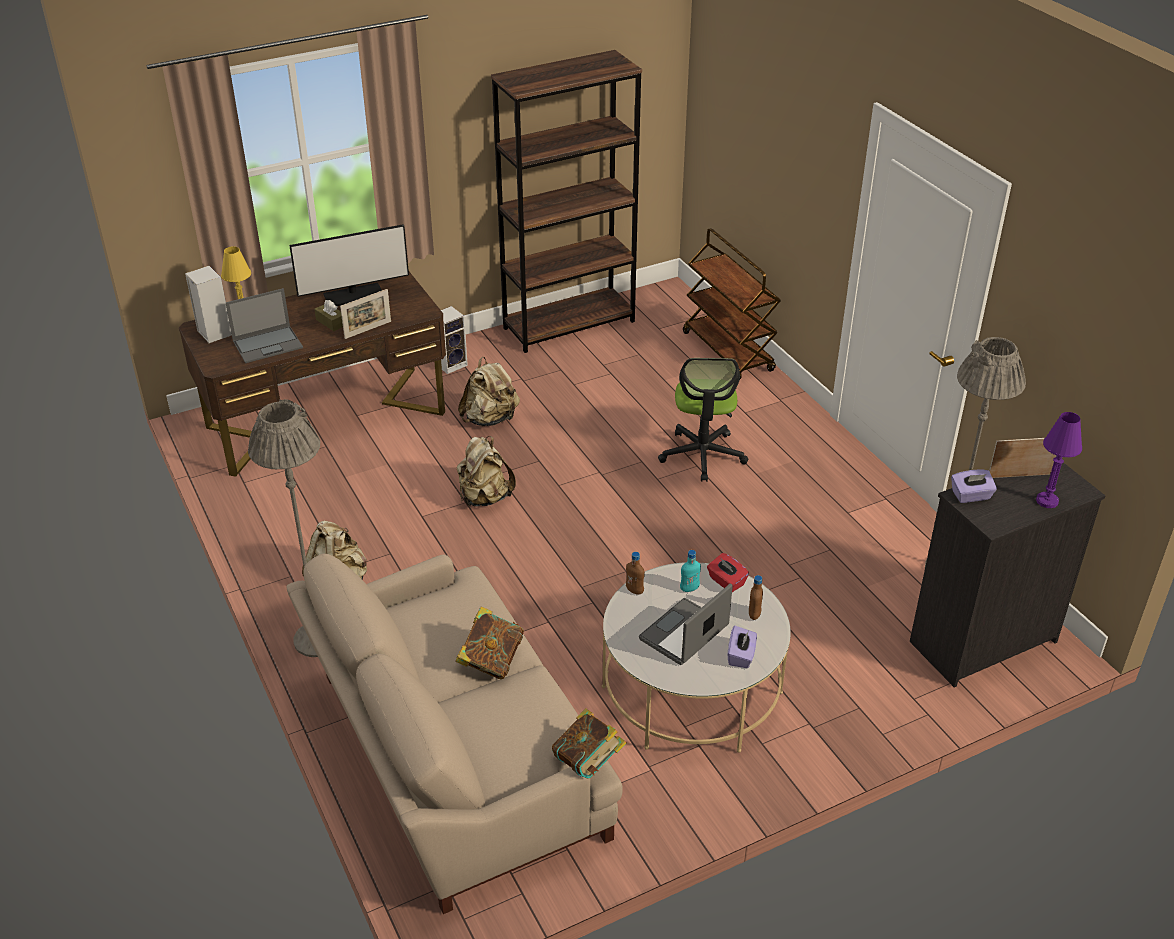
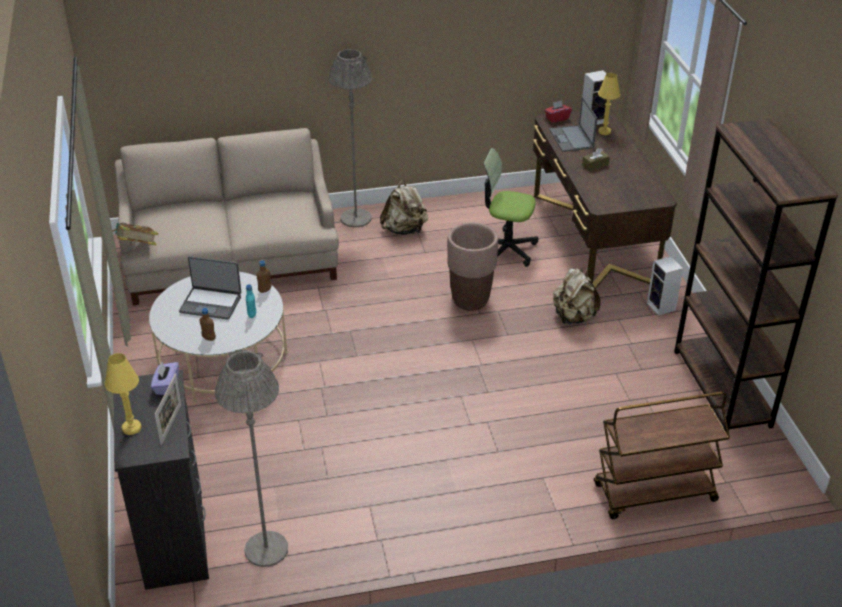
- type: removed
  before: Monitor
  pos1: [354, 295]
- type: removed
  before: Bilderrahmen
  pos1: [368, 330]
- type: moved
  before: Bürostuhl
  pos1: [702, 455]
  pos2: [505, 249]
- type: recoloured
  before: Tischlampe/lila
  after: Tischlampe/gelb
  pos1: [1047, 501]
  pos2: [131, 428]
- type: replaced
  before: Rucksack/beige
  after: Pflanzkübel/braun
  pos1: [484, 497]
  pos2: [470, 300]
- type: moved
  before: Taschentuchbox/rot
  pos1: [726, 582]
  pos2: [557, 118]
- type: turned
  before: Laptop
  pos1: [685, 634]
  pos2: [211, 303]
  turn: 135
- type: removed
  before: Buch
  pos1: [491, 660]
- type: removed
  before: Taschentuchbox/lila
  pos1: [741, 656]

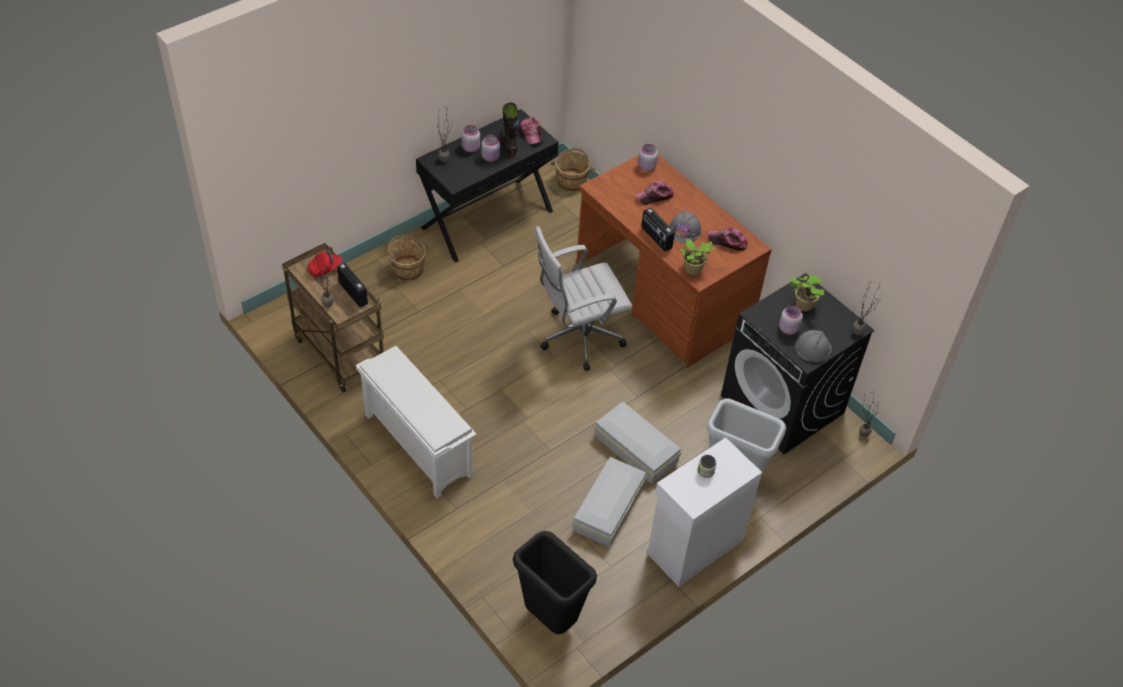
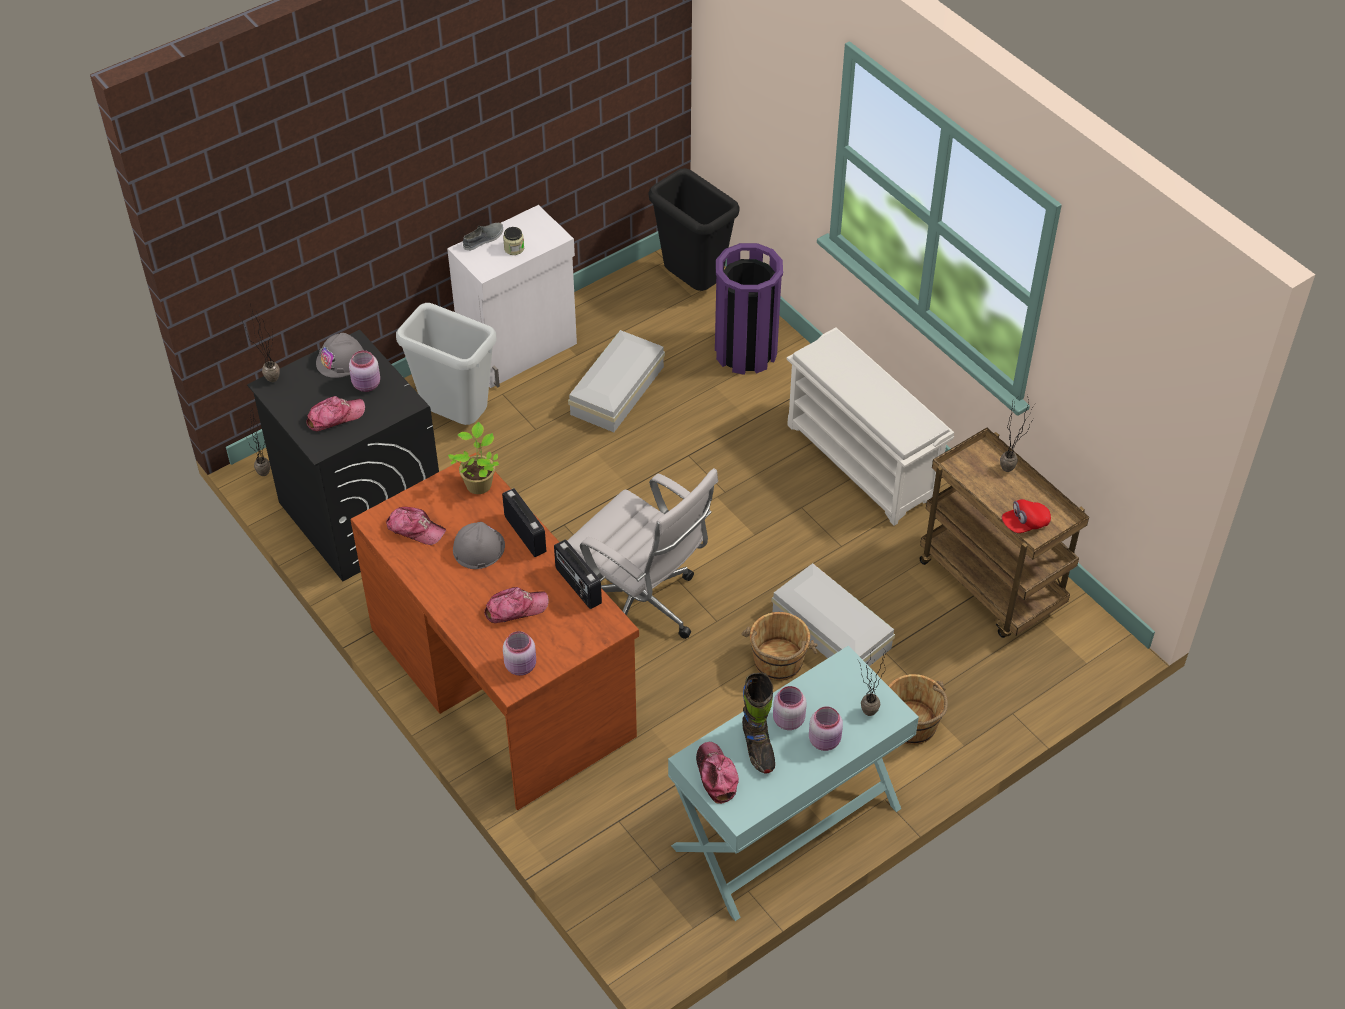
- type: recoloured
  before: Konsolentisch/schwarz
  after: Konsolentisch/türkis
  pos1: [487, 219]
  pos2: [787, 828]
- type: moved
  before: Eimer/braun
  pos1: [571, 181]
  pos2: [777, 662]
- type: turned
  before: Bürostuhl/weiß
  pos1: [577, 338]
  pos2: [642, 609]
  turn: 60
- type: moved
  before: Radio
  pos1: [353, 293]
  pos2: [577, 586]
- type: replaced
  before: Topfpflanze
  after: Kappe
  pos1: [802, 305]
  pos2: [335, 417]
- type: moved
  before: Aufbewahrungsbox/weiß
  pos1: [635, 447]
  pos2: [831, 632]
- type: added
  after: Schuh/grau
  pos2: [484, 239]
- type: added
  after: Mülleimer/lila
  pos2: [746, 352]

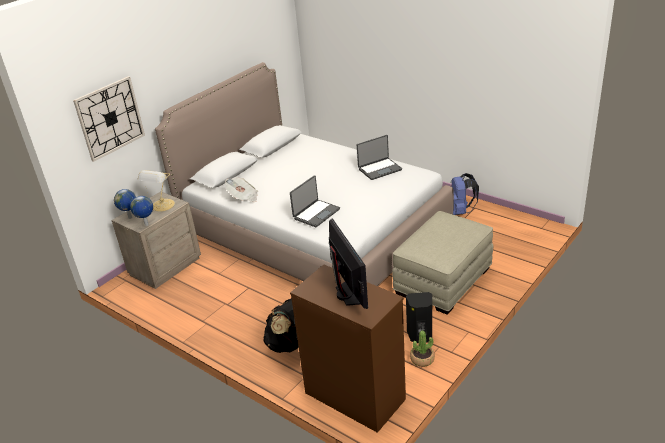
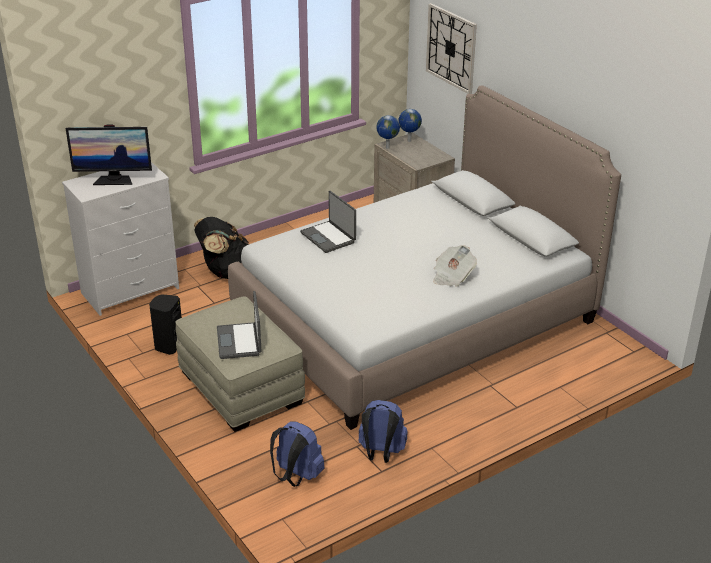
- type: moved
  before: Laptop
  pos1: [379, 169]
  pos2: [240, 341]
- type: removed
  before: Tischlampe
  pos1: [162, 206]
- type: moved
  before: Zeitung
  pos1: [243, 197]
  pos2: [452, 276]
- type: recoloured
  before: Kommode/braun
  after: Kommode/weiß
  pos1: [354, 395]
  pos2: [131, 290]
- type: removed
  before: Topfpflanze
  pos1: [422, 359]
- type: added
  after: Rucksack/blau
  pos2: [296, 476]

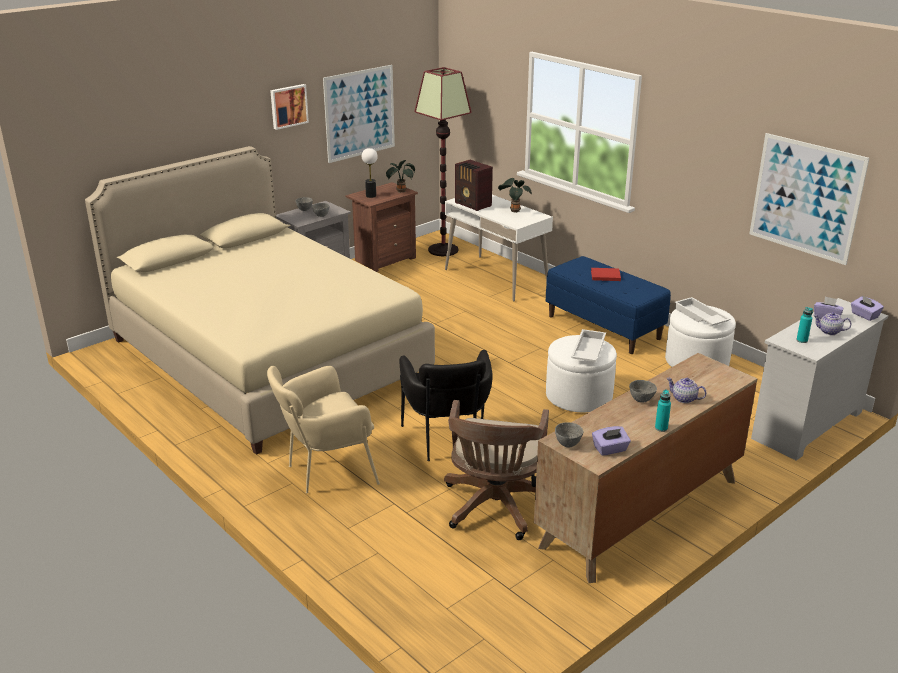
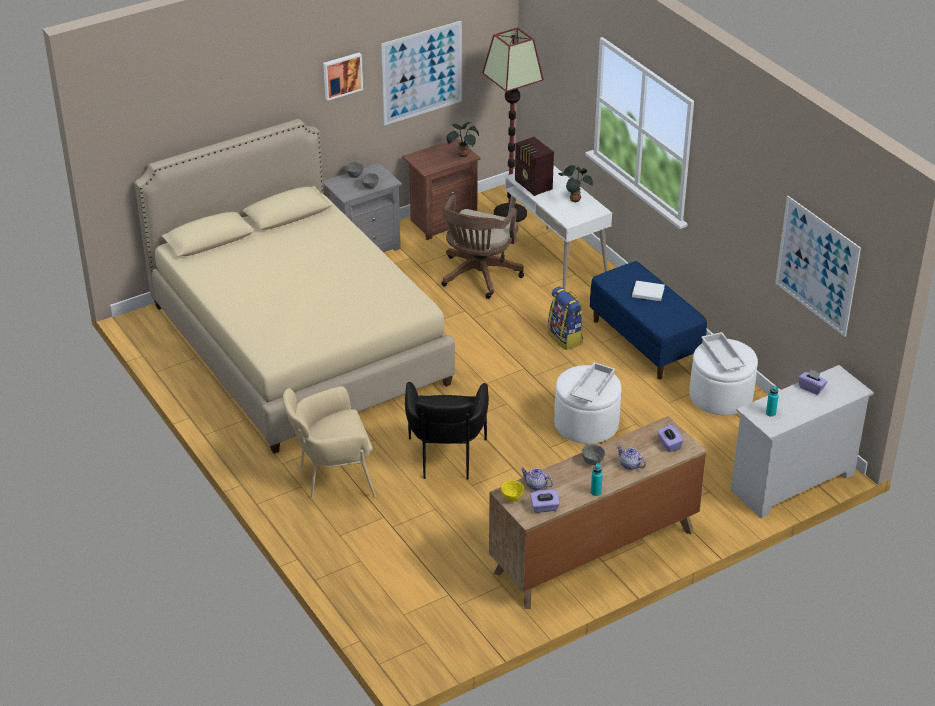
- type: removed
  before: Tischlampe
  pos1: [371, 196]
- type: recoloured
  before: Buch/rot
  after: Buch/weiß
  pos1: [604, 275]
  pos2: [647, 292]
- type: moved
  before: Taschentuchbox/lila
  pos1: [864, 315]
  pos2: [669, 444]
- type: moved
  before: Teekanne
  pos1: [829, 332]
  pos2: [535, 485]
- type: moved
  before: Bürostuhl/braun
  pos1: [495, 509]
  pos2: [478, 277]
- type: recoloured
  before: Schüssel/grau
  after: Schüssel/gelb
  pos1: [567, 444]
  pos2: [511, 498]
- type: added
  after: Rucksack
  pos2: [565, 338]

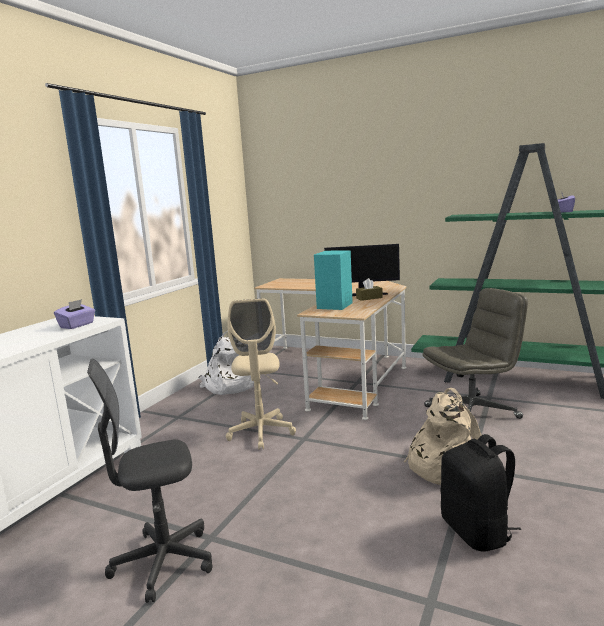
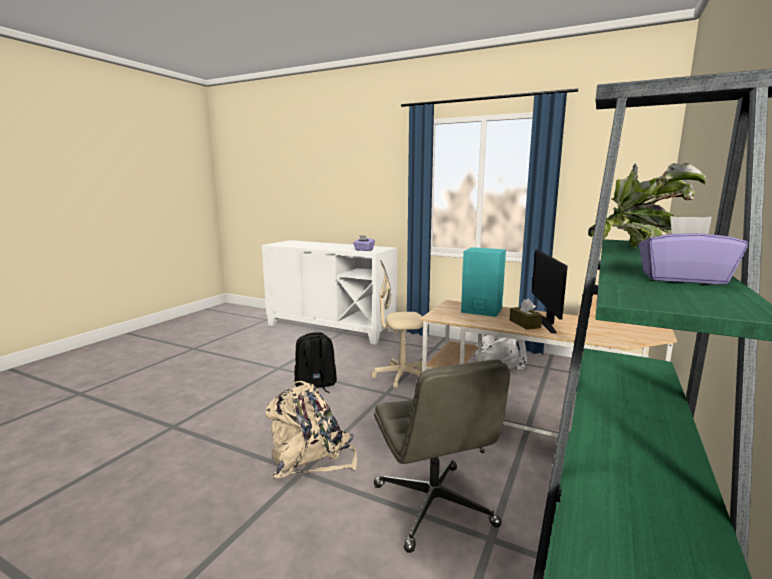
- type: removed
  before: Bürostuhl/grau
  pos1: [163, 562]
- type: moved
  before: Rucksack/schwarz
  pos1: [477, 531]
  pos2: [315, 386]
- type: added
  after: Topfpflanze
  pos2: [637, 249]

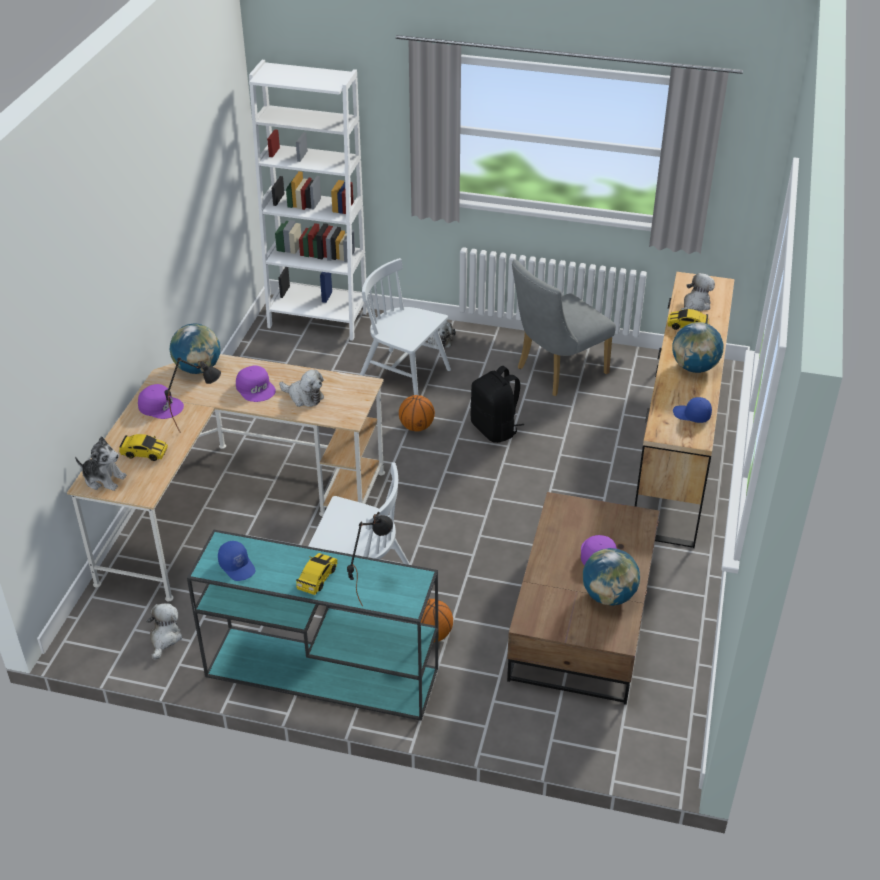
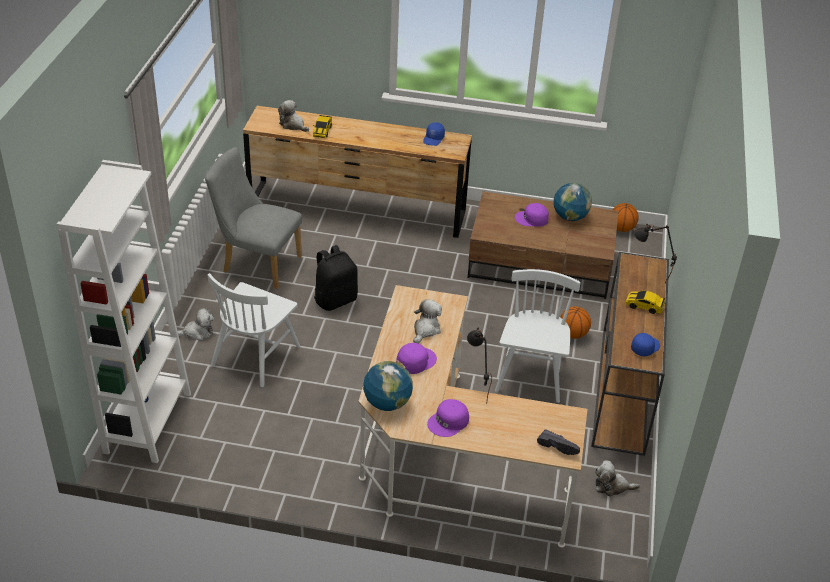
- type: turned
  before: Stuhl/grau
  pos1: [556, 372]
  pos2: [256, 263]
  turn: 150
- type: removed
  before: Globus
  pos1: [694, 367]
- type: turned
  before: Kappe/lila
  pos1: [161, 406]
  pos2: [449, 422]
  turn: -150
- type: moved
  before: Basketball
  pos1: [417, 427]
  pos2: [621, 228]
- type: removed
  before: Spielzeugauto
  pos1: [144, 453]
- type: replaced
  before: Plüschtier
  after: Schuh/schwarz
  pos1: [104, 479]
  pos2: [558, 446]
- type: recoloured
  before: Konsolentisch/türkis
  after: Konsolentisch/braun
  pos1: [319, 672]
  pos2: [623, 391]

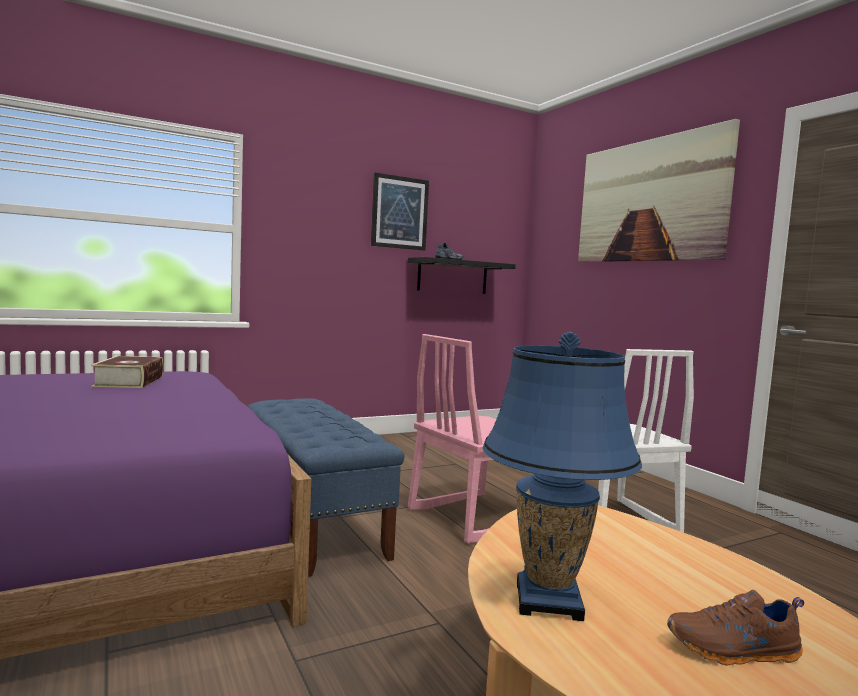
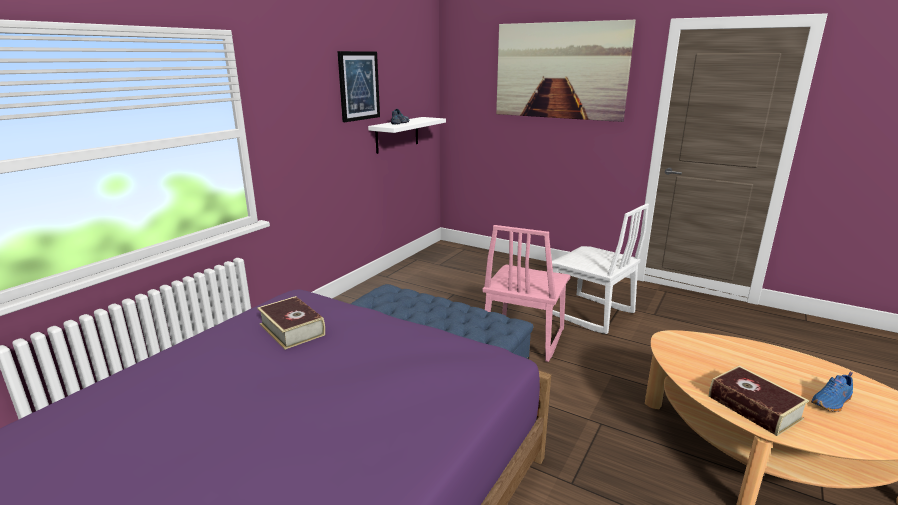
- type: recoloured
  before: Wandregal/schwarz
  after: Wandregal/weiß
  pos1: [452, 276]
  pos2: [397, 134]
- type: replaced
  before: Tischlampe/blau
  after: Buch
  pos1: [549, 601]
  pos2: [754, 407]
- type: recoloured
  before: Schuh/braun
  after: Schuh/blau
  pos1: [734, 651]
  pos2: [832, 402]

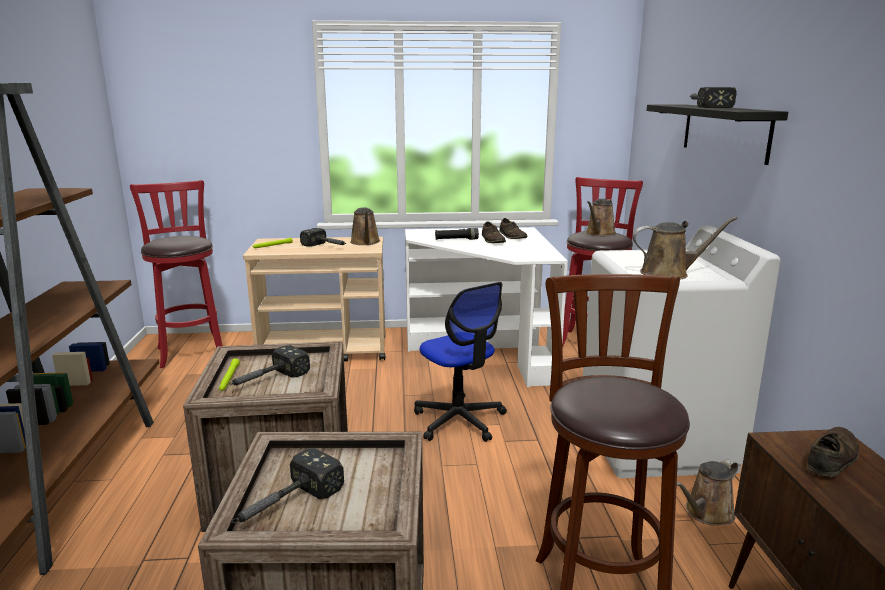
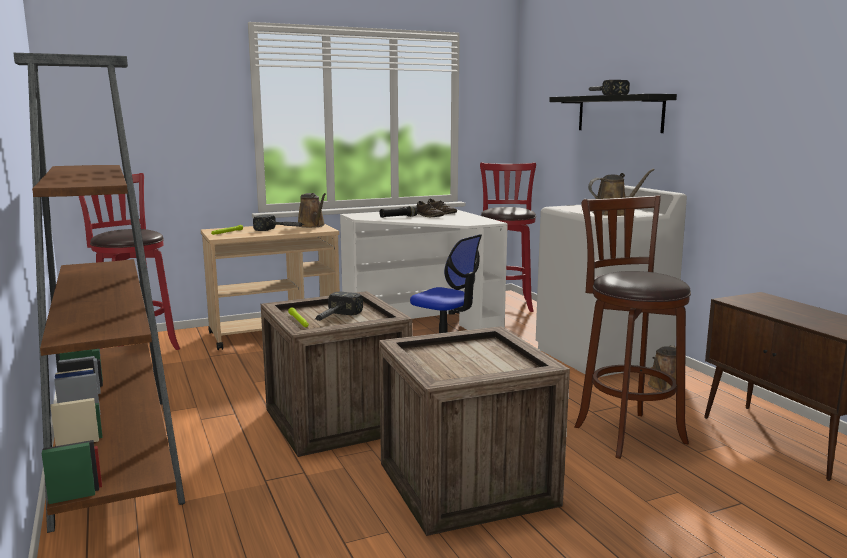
- type: removed
  before: Gießkanne/braun
  pos1: [599, 233]
- type: removed
  before: Schuh/braun
  pos1: [831, 458]
- type: removed
  before: Hammer
  pos1: [284, 505]

